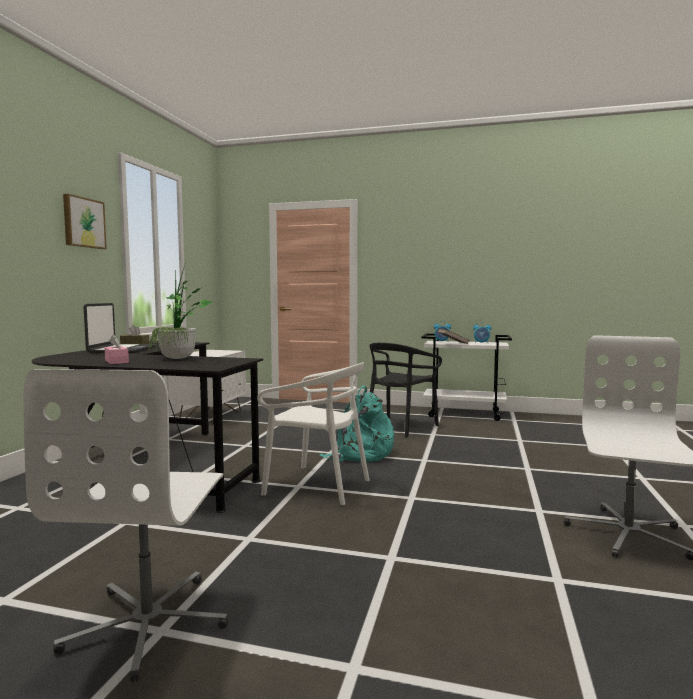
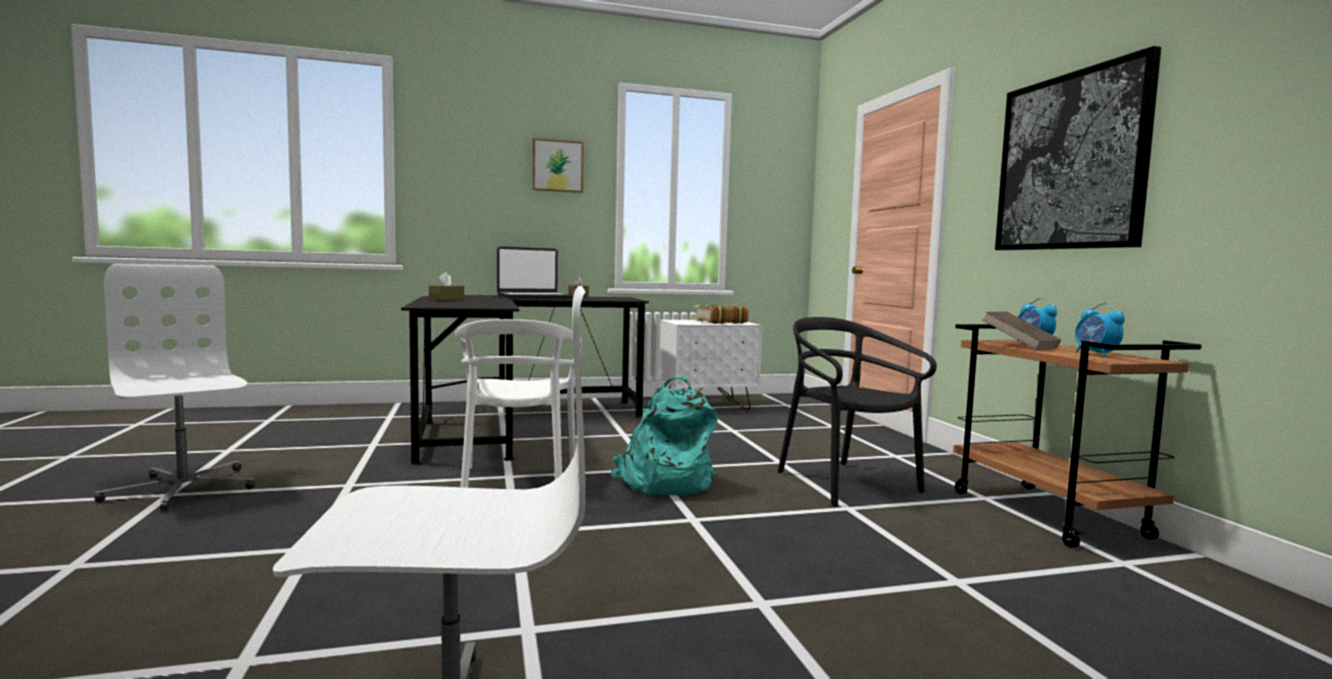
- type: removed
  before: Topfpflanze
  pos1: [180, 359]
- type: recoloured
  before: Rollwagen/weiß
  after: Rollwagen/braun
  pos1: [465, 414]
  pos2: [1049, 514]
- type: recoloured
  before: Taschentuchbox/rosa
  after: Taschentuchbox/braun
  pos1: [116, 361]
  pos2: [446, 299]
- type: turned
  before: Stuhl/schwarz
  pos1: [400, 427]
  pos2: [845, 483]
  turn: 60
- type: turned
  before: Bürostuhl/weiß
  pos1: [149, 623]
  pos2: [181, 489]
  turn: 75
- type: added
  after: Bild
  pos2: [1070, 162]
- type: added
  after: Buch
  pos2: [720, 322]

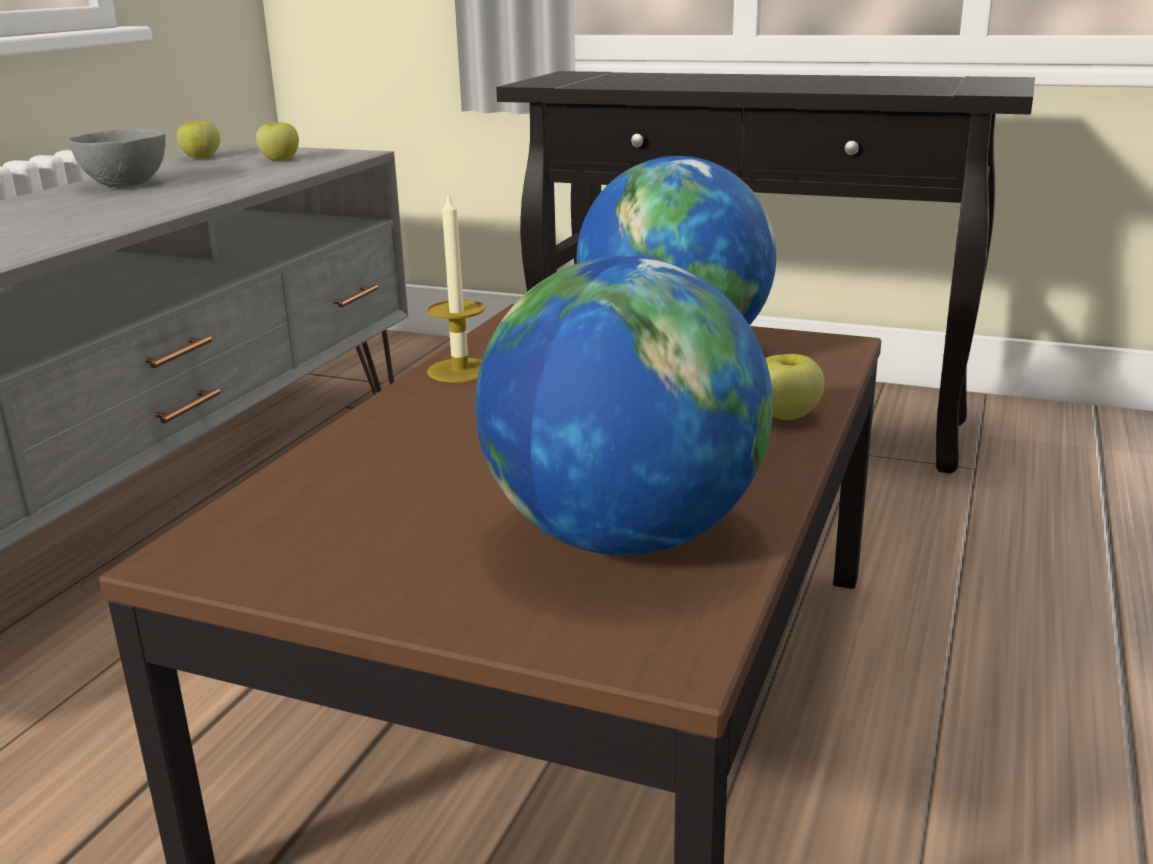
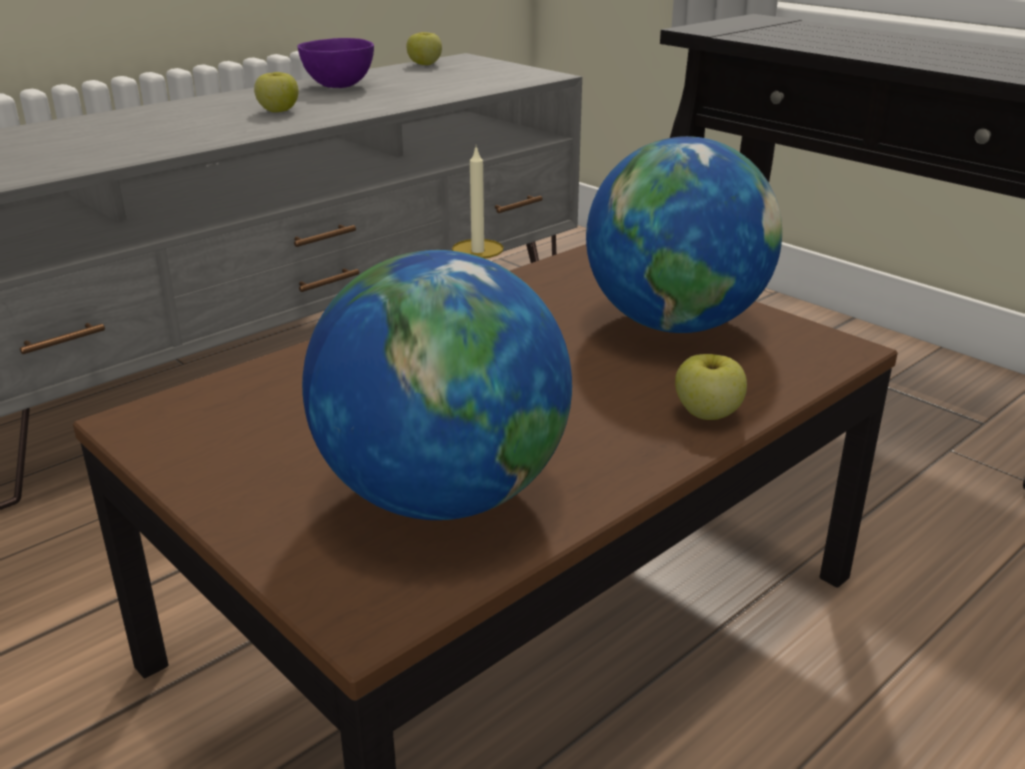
- type: moved
  before: Apfel
  pos1: [280, 160]
  pos2: [278, 111]
- type: recoloured
  before: Schüssel/grau
  after: Schüssel/lila
  pos1: [127, 185]
  pos2: [339, 86]

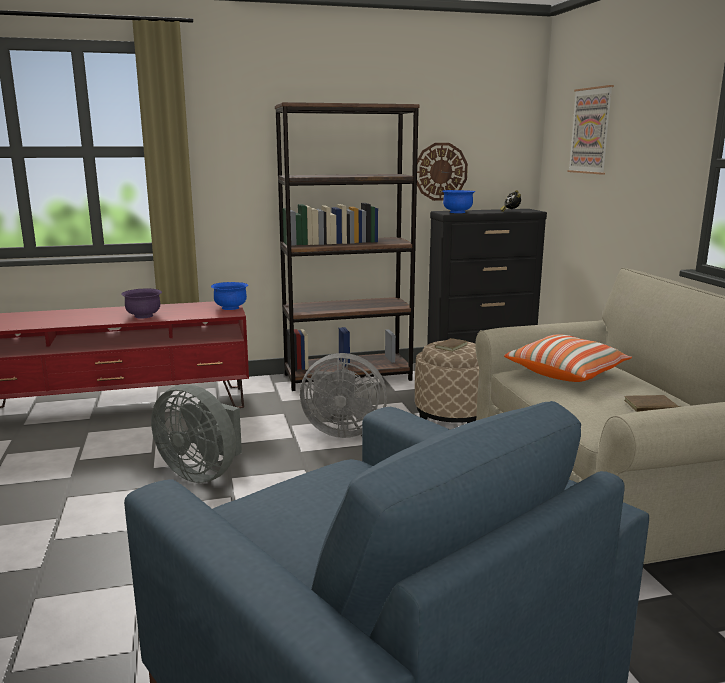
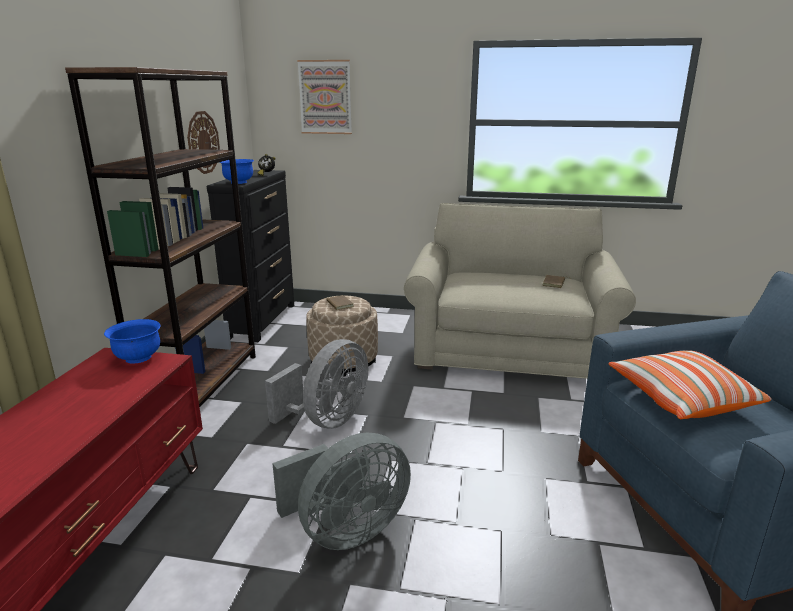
- type: removed
  before: Schüssel/lila
  pos1: [143, 316]
- type: moved
  before: Kissen
  pos1: [566, 373]
  pos2: [680, 399]

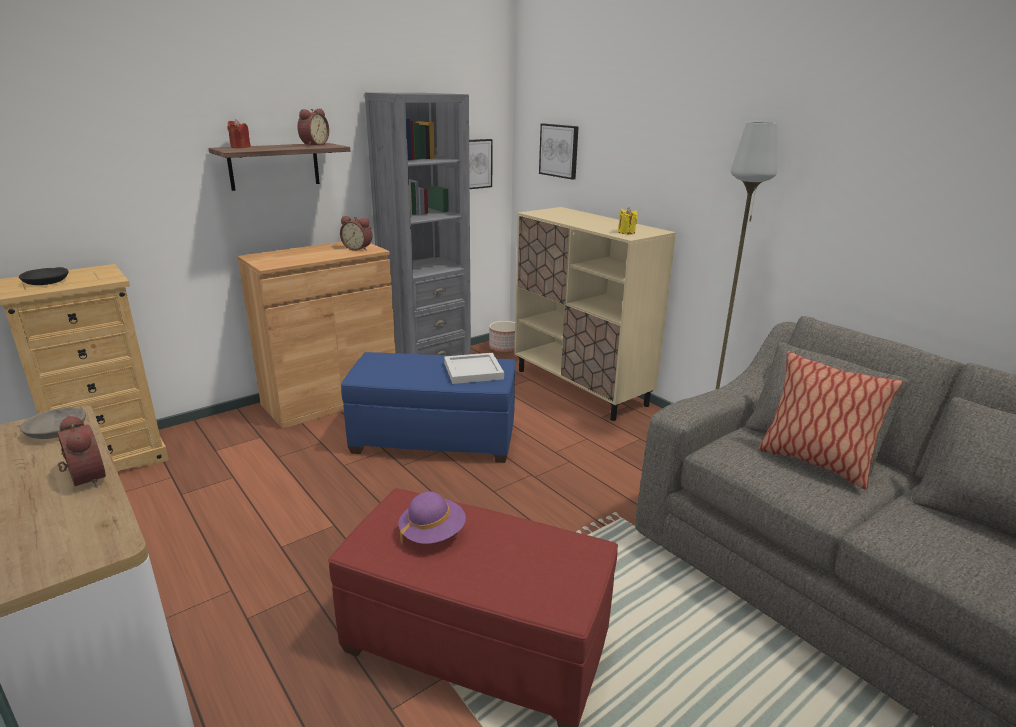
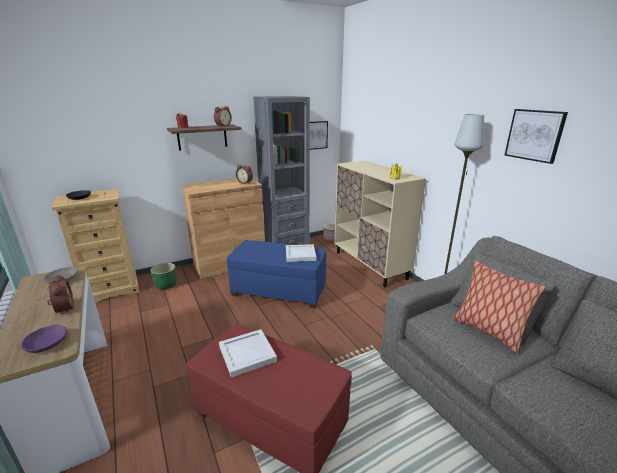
- type: moved
  before: Bild
  pos1: [559, 151]
  pos2: [534, 135]
- type: replaced
  before: Hut/lila
  after: Tablett/weiß
  pos1: [432, 533]
  pos2: [246, 353]
- type: added
  after: Pflanzkübel/grün
  pos2: [166, 285]
- type: added
  after: Schüssel/lila
  pos2: [47, 343]

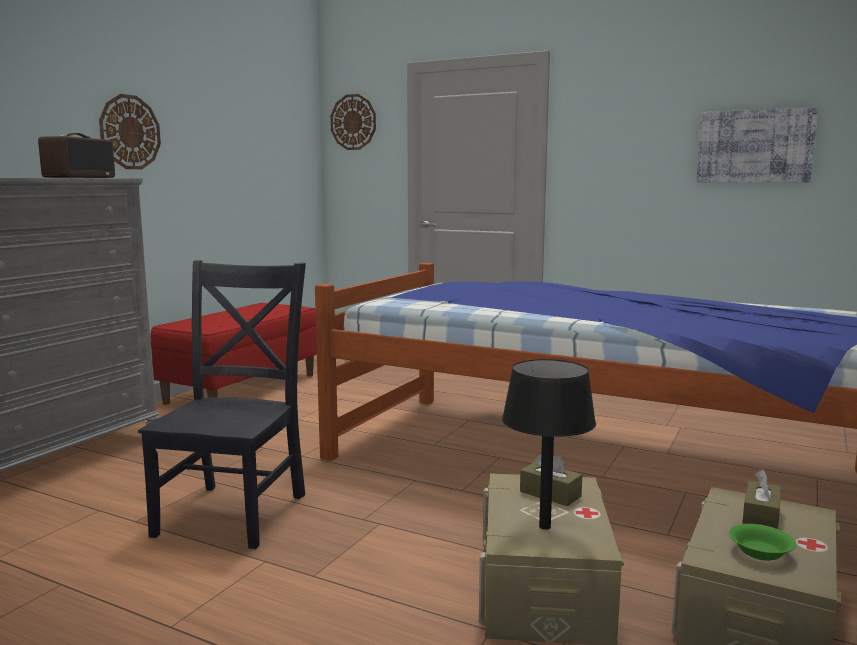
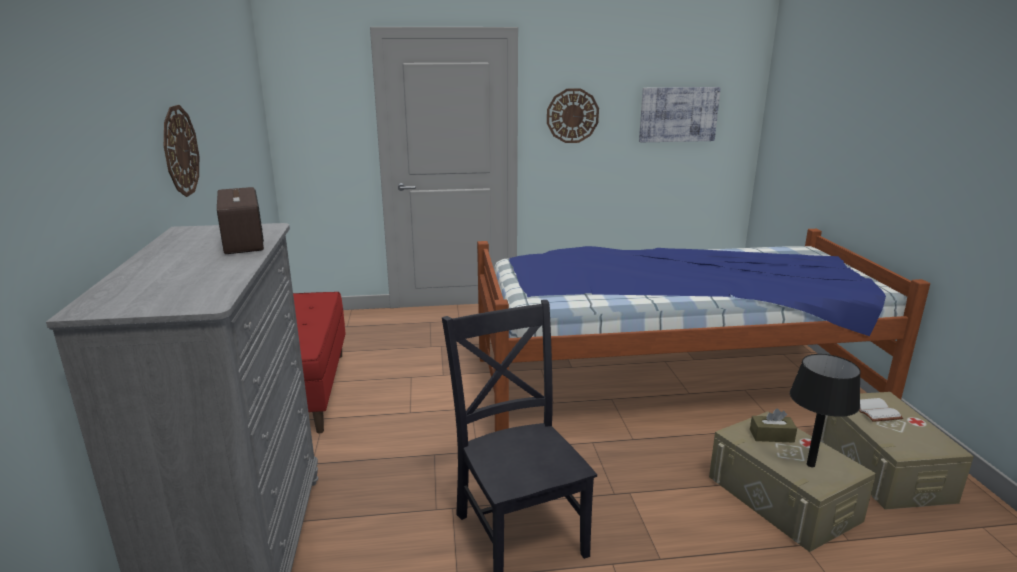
- type: moved
  before: Wanduhr
  pos1: [353, 122]
  pos2: [572, 116]
- type: replaced
  before: Taschentuchbox/braun
  after: Buch/weiß
  pos1: [760, 517]
  pos2: [876, 411]
- type: removed
  before: Schüssel/grün
  pos1: [759, 553]

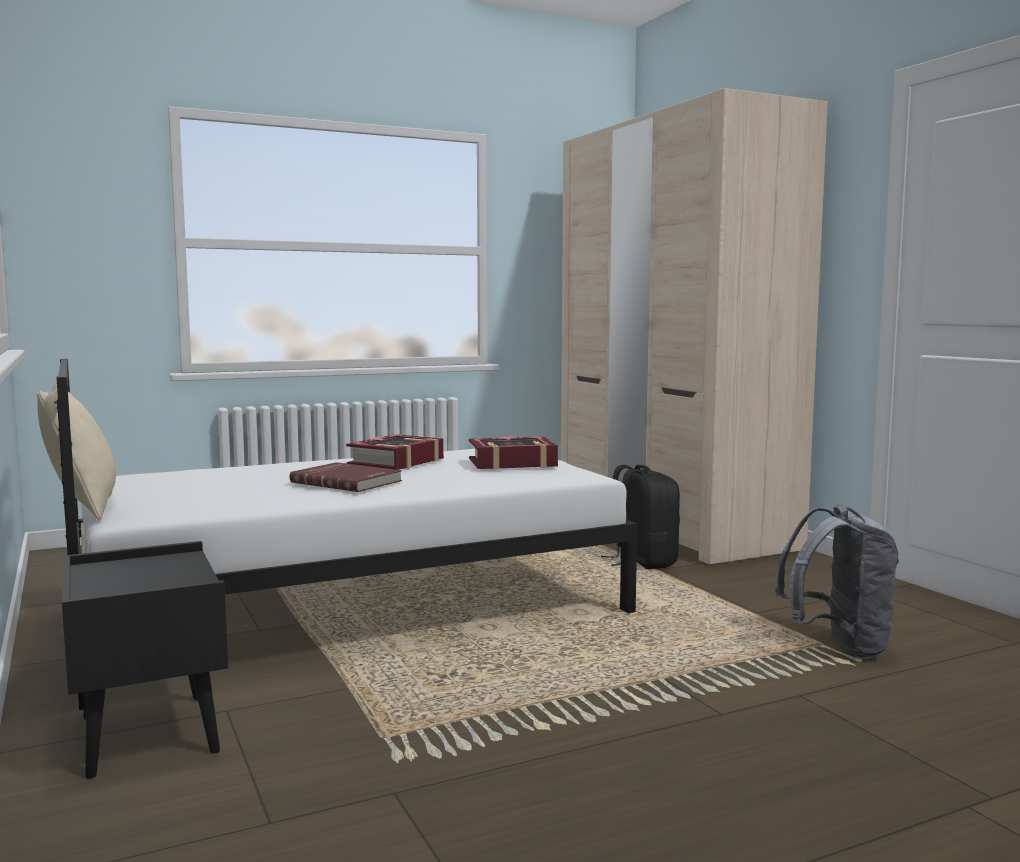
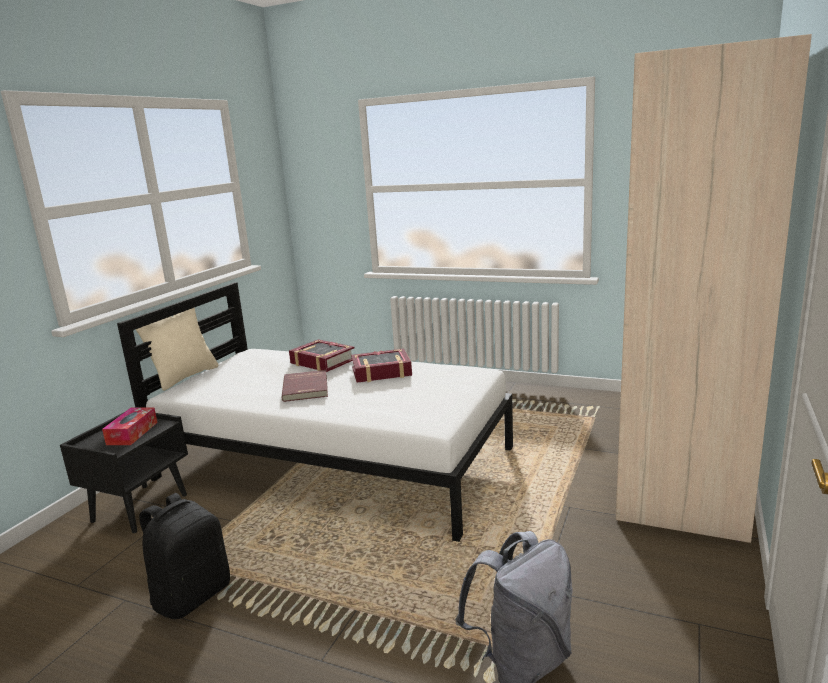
- type: moved
  before: Buch
  pos1: [512, 463]
  pos2: [322, 361]
- type: moved
  before: Rucksack/schwarz
  pos1: [643, 561]
  pos2: [192, 595]
- type: added
  after: Taschentuchbox
  pos2: [132, 433]

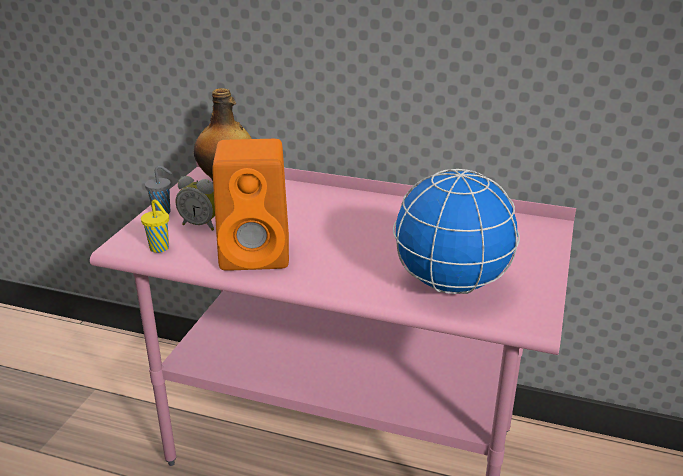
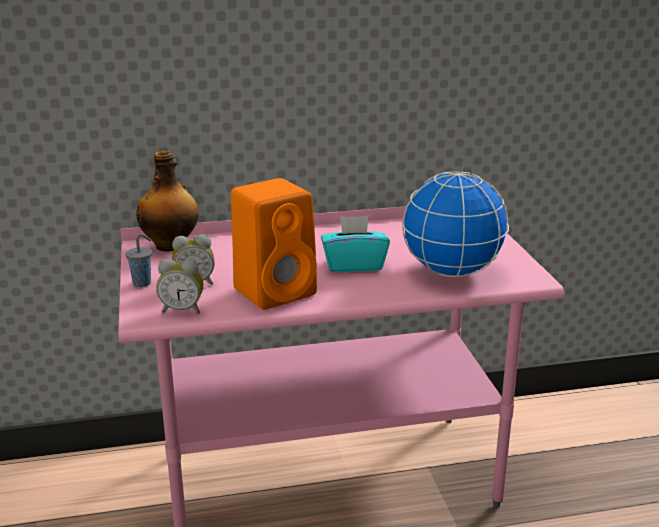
- type: replaced
  before: Tasse/gelb
  after: Wecker
  pos1: [160, 248]
  pos2: [182, 310]
- type: added
  after: Taschentuchbox/türkis
  pos2: [354, 265]

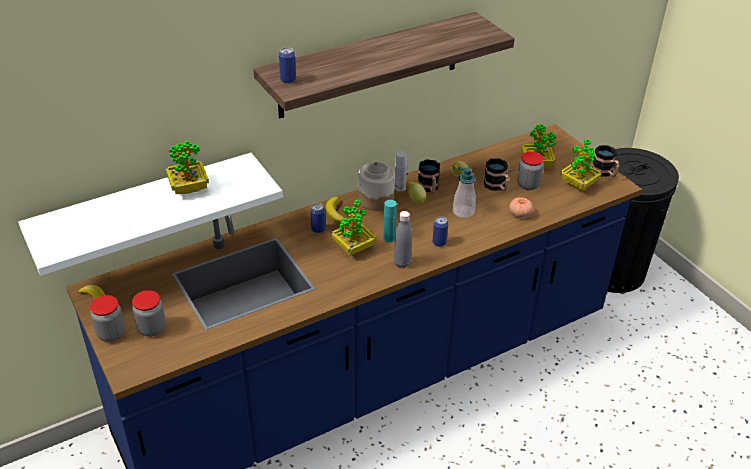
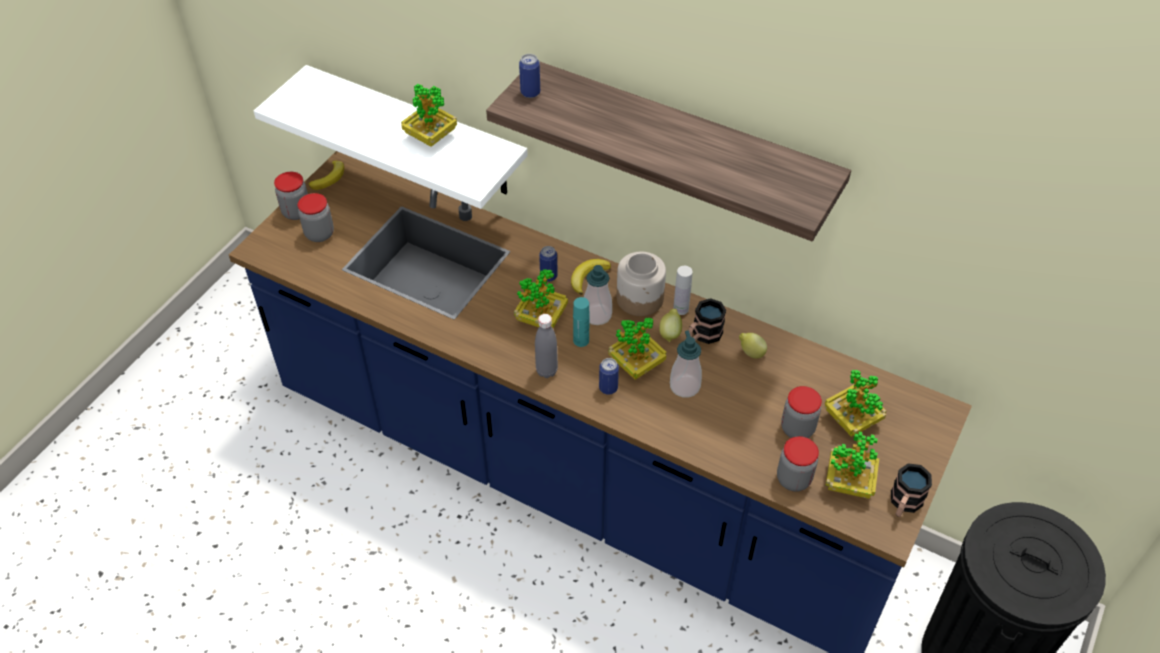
- type: removed
  before: Henkelbecher
  pos1: [497, 187]
- type: removed
  before: Tomate
  pos1: [519, 214]
- type: added
  after: Seifenspender
  pos2: [597, 315]
- type: added
  after: Topfpflanze
  pos2: [636, 365]
- type: added
  after: Vorratsglas
  pos2: [793, 479]

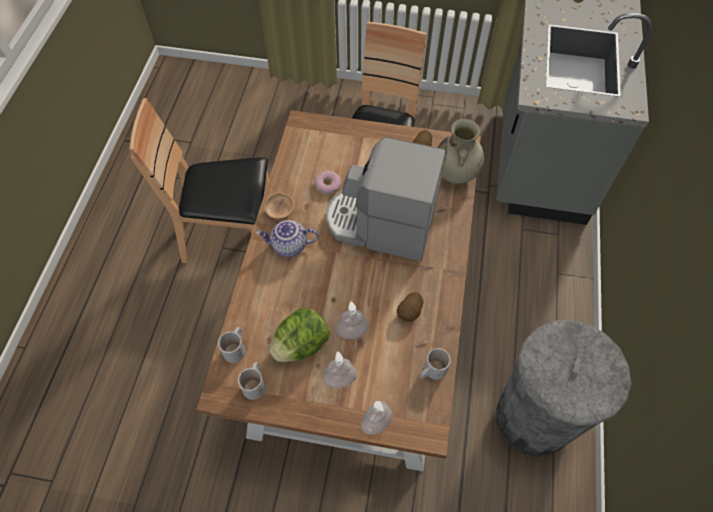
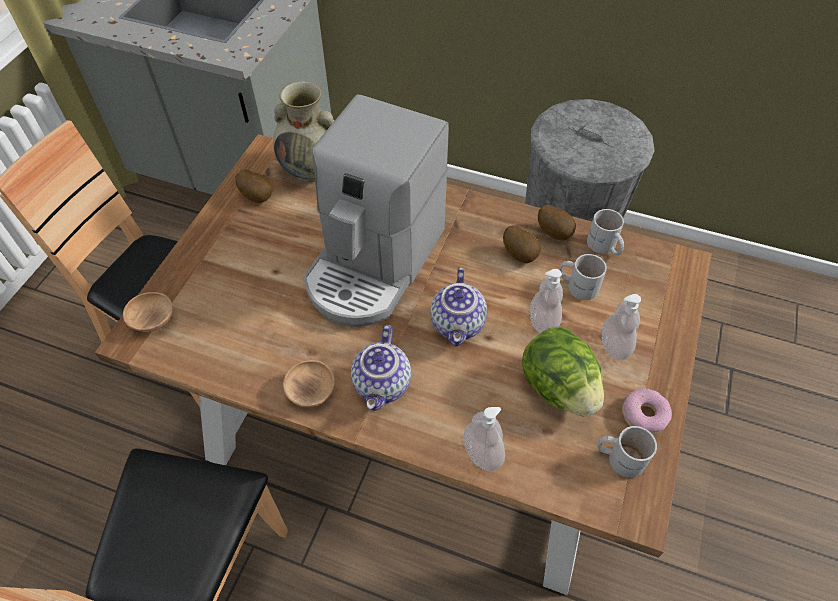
- type: moved
  before: Donut
  pos1: [328, 185]
  pos2: [644, 415]
- type: moved
  before: Henkelbecher/weiß
  pos1: [236, 348]
  pos2: [578, 284]
- type: moved
  before: Seifenspender
  pos1: [376, 423]
  pos2: [482, 453]
- type: added
  after: Kartoffel
  pos2: [555, 232]
- type: added
  after: Teekanne
  pos2: [459, 324]
- type: added
  after: Schüssel/braun
  pos2: [152, 319]

